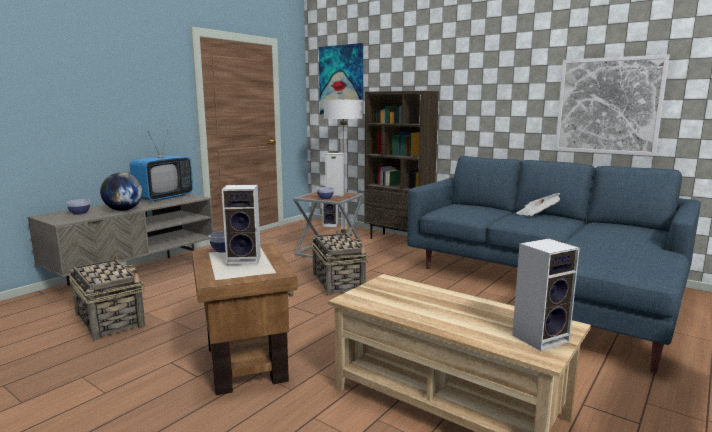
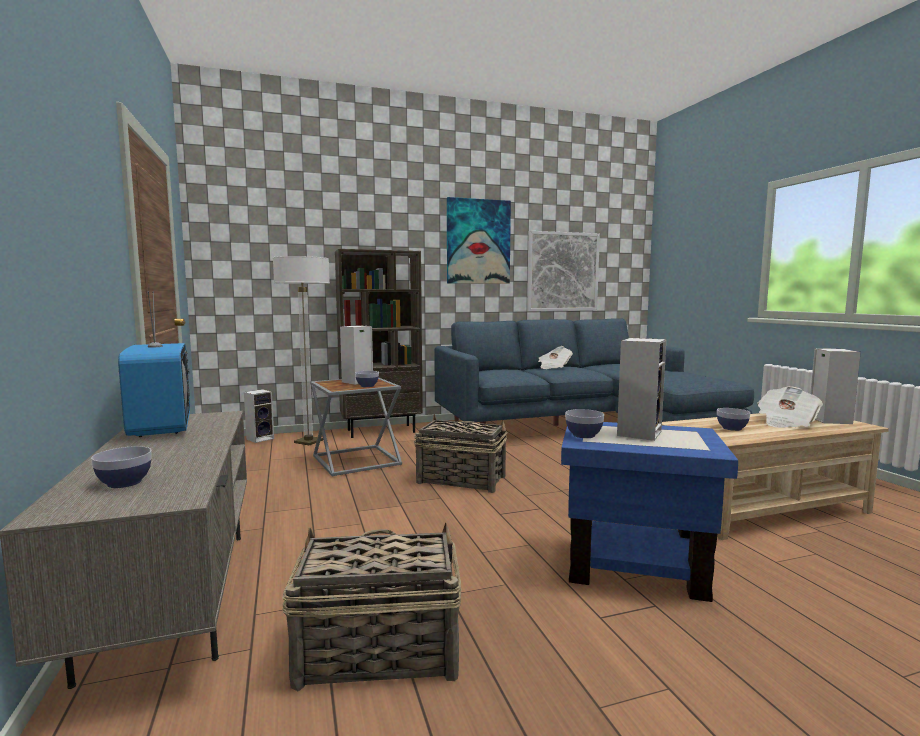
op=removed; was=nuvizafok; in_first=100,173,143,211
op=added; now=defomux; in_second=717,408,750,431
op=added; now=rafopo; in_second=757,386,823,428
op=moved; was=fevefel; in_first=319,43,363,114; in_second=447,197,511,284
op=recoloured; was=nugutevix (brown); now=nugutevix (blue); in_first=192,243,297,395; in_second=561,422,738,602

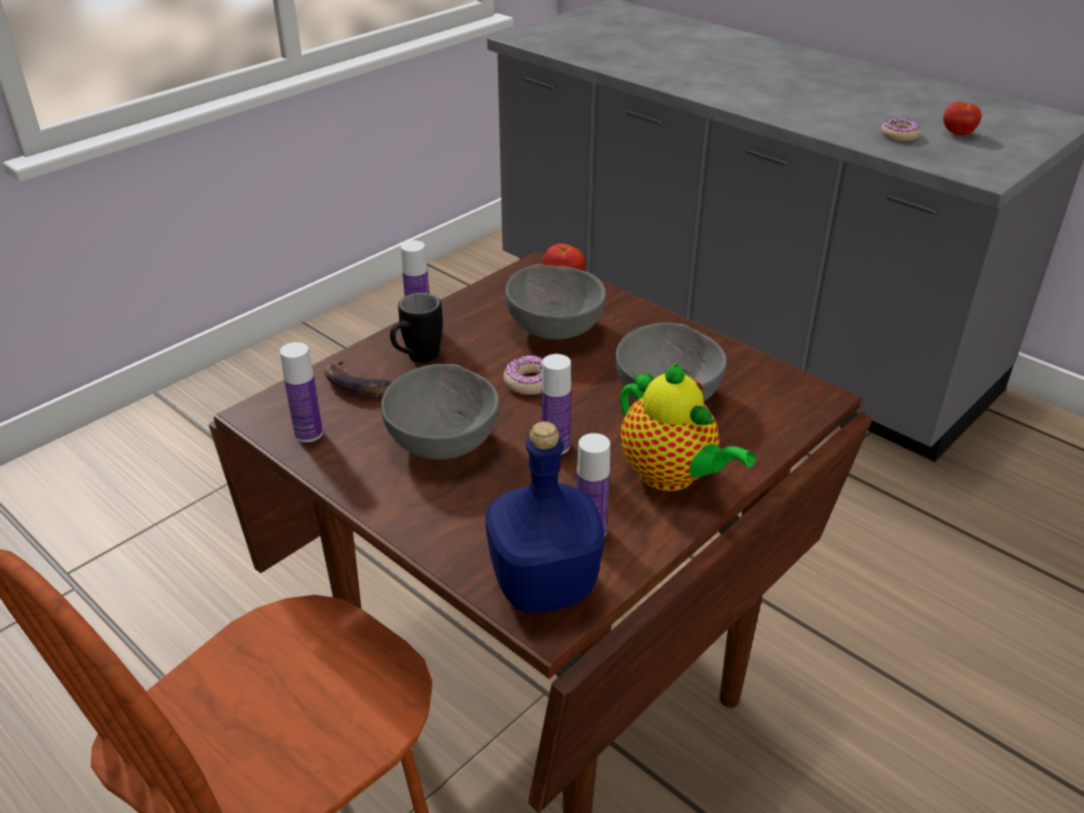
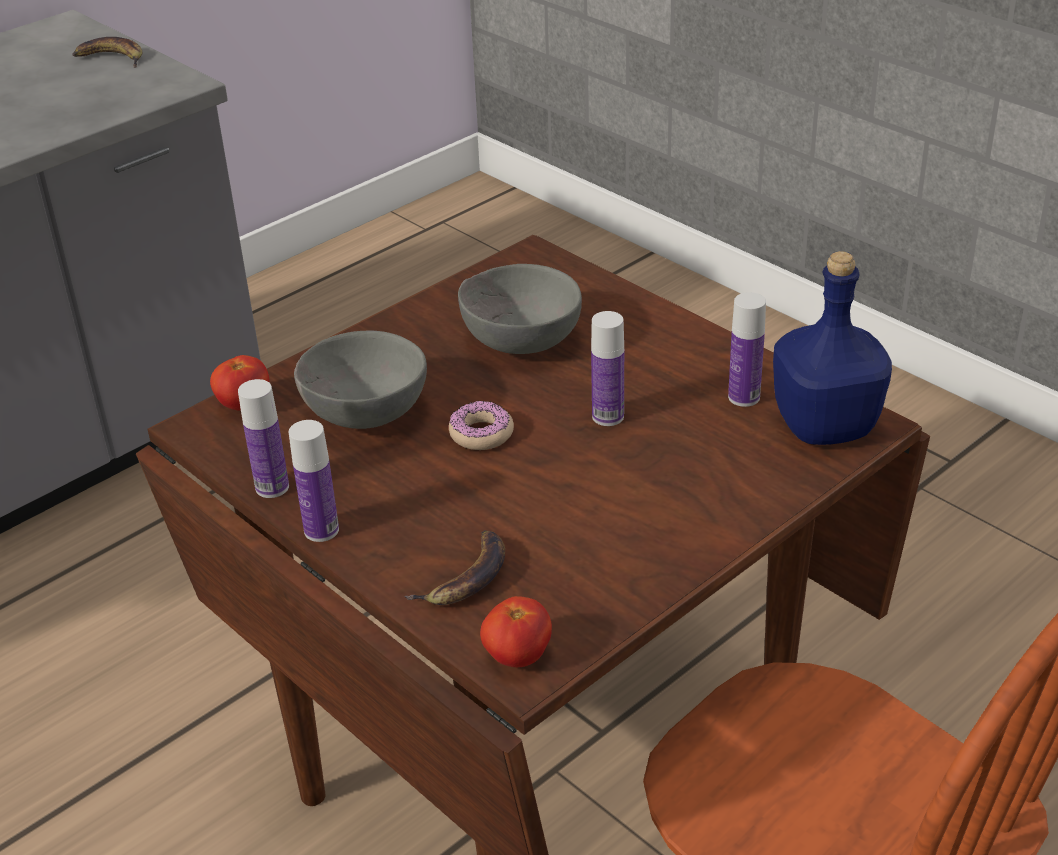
op=removed; was=defomux (grey); in_first=381,364,499,460
op=removed; was=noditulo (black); in_first=390,293,443,363
op=removed; was=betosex; in_first=620,363,756,491
op=removed; was=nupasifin; in_first=881,118,921,141
op=added; now=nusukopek; in_second=73,37,142,68
op=moved; was=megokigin; in_first=280,342,323,442; in_second=238,379,289,498
op=moved; was=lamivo; in_first=943,102,981,135; in_second=480,596,552,667

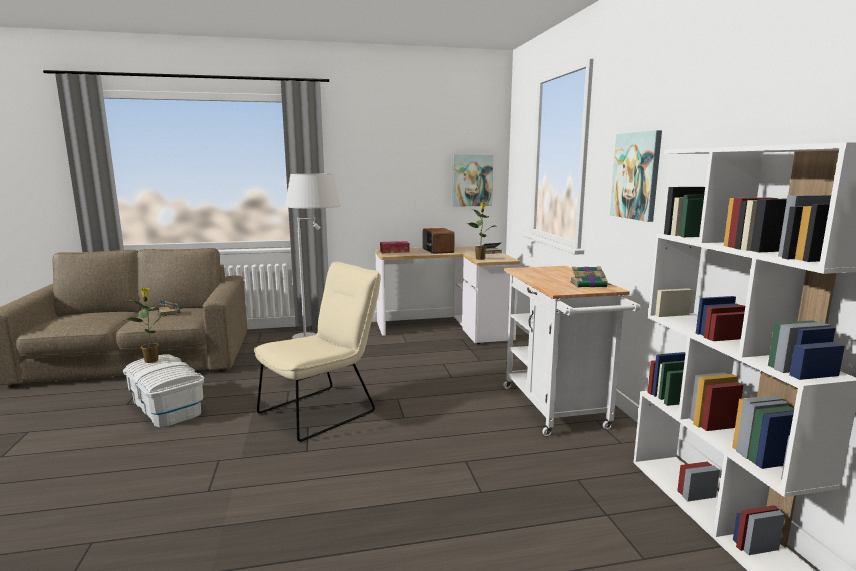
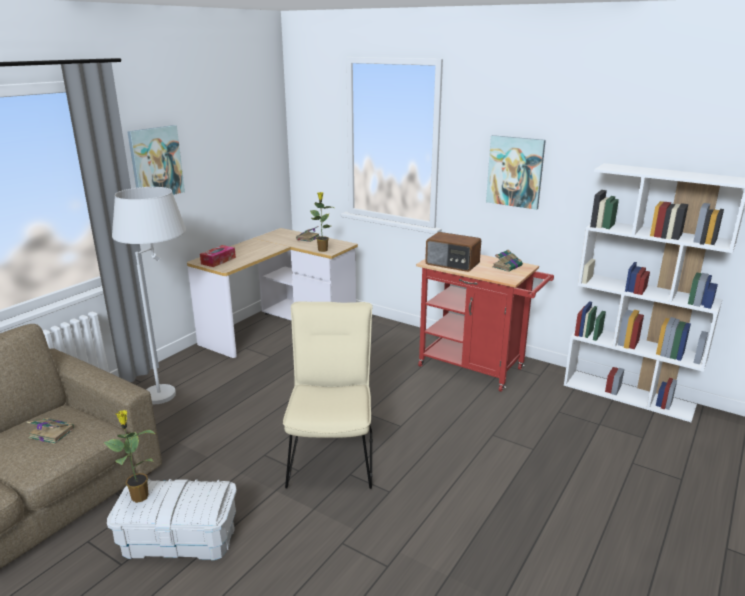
op=moved; was=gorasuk; in_first=423,228,455,254; in_second=425,232,481,272
op=moved; was=fevefel; in_first=452,154,493,207; in_second=128,125,185,195
op=recoloured; was=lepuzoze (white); now=lepuzoze (red); in_first=503,266,641,436; in_second=416,254,554,392

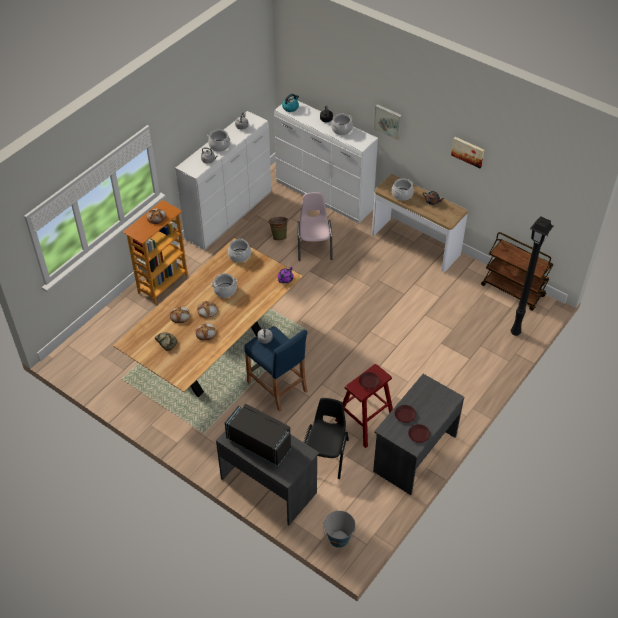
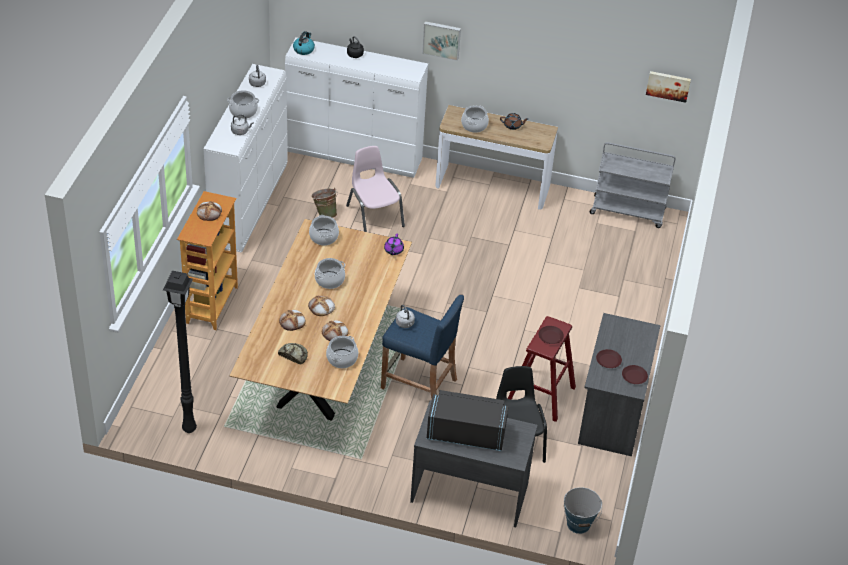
op=moved; was=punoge; in_first=331,114,353,135; in_second=326,336,358,368
op=moved; was=fevefel; in_first=451,137,484,168; in_second=646,71,691,103
op=moved; was=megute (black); in_first=511,216,553,336; in_second=163,271,197,433
op=recoloured; was=lepuzoze (brown); now=lepuzoze (grey); in_first=481,232,553,311; in_second=589,142,675,228

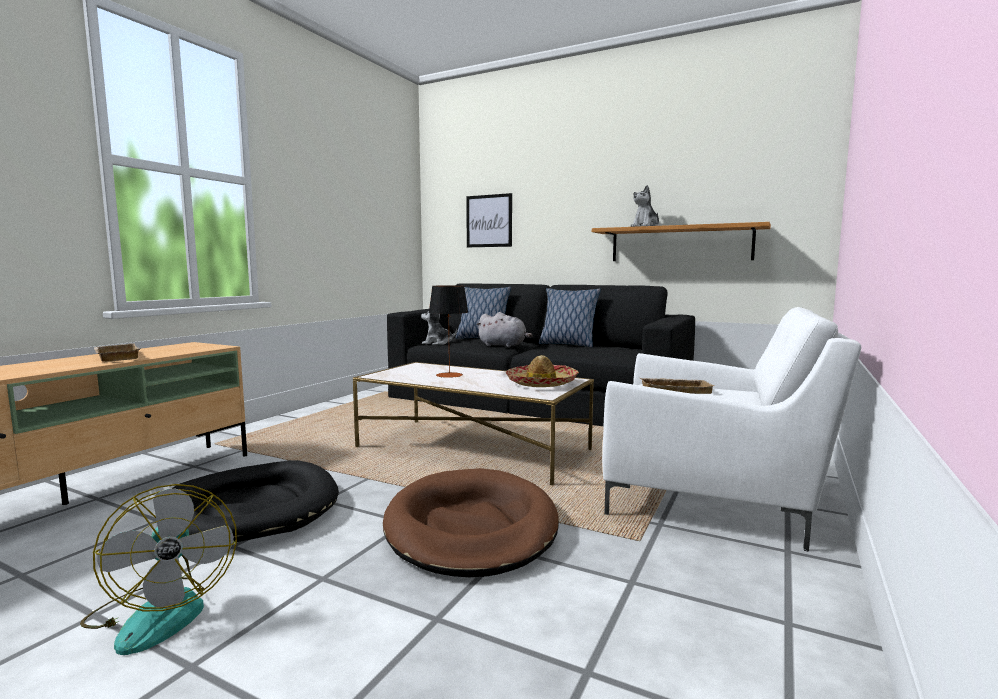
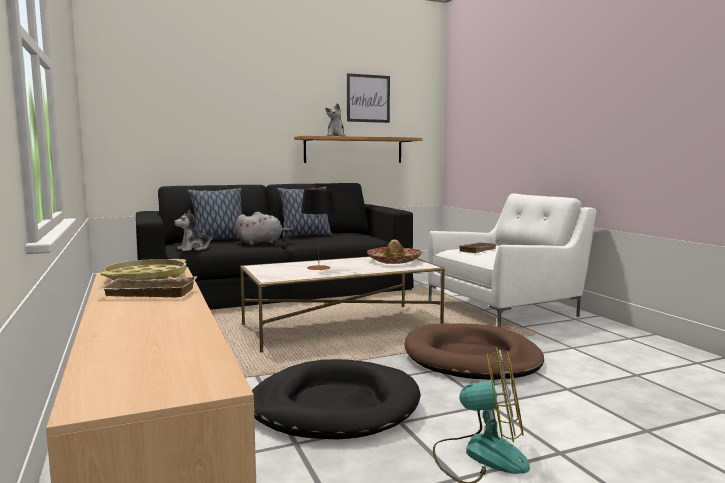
op=added; now=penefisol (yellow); in_second=101,259,187,281
op=moved; was=fevefel; in_first=466,193,512,247; in_second=347,73,390,123

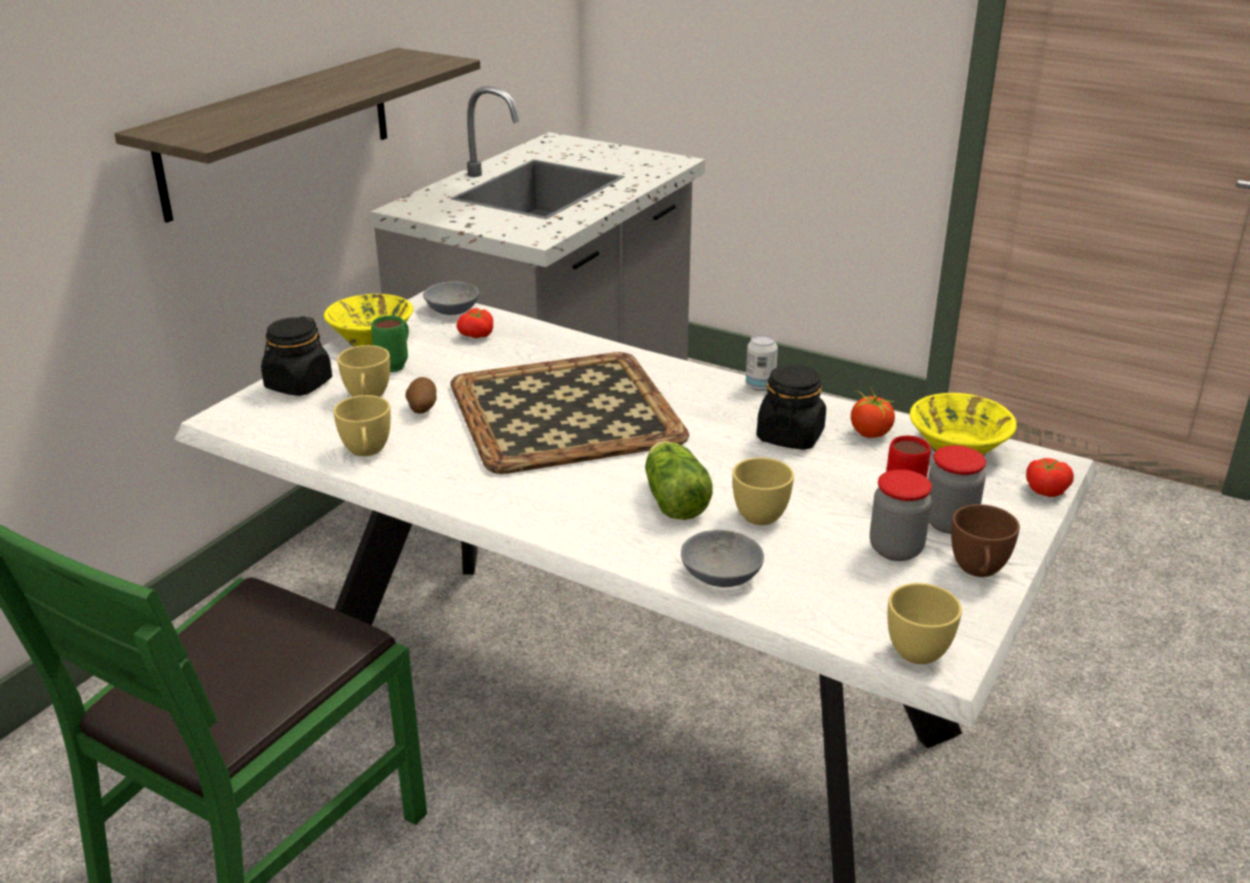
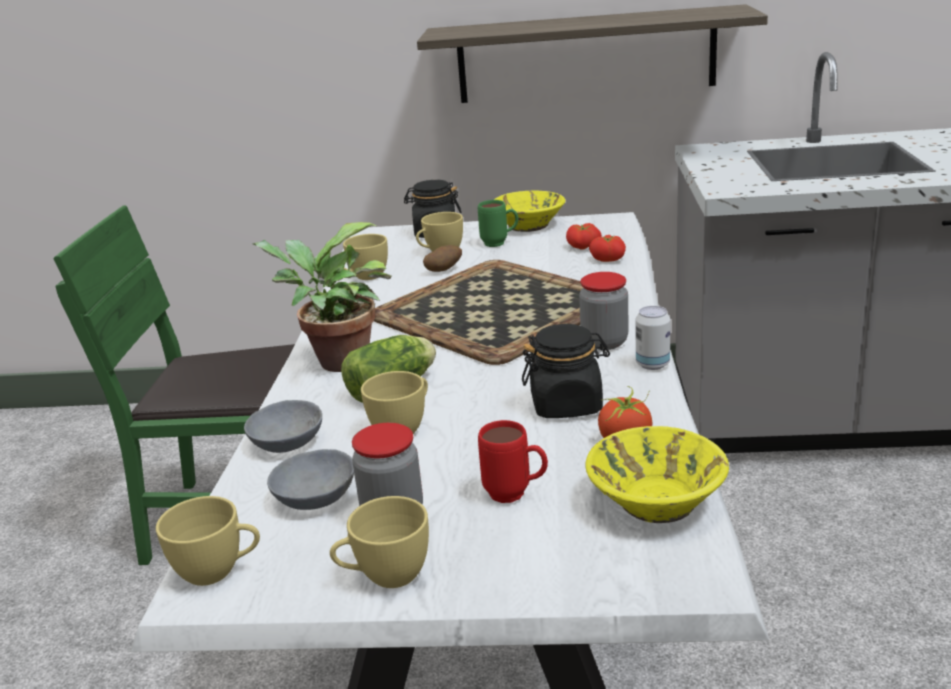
op=added; now=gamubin; in_second=252,222,392,372
op=moved; was=defomux (grey); in_first=423,281,479,315; in_second=267,449,354,510
op=moved; was=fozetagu; in_first=928,445,986,534; in_second=579,272,629,350
op=moved; was=lamivo; in_first=1026,458,1074,497; in_second=589,235,626,262
op=recoloured; was=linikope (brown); now=linikope (yellow); in_first=951,504,1020,577; in_second=330,496,429,588

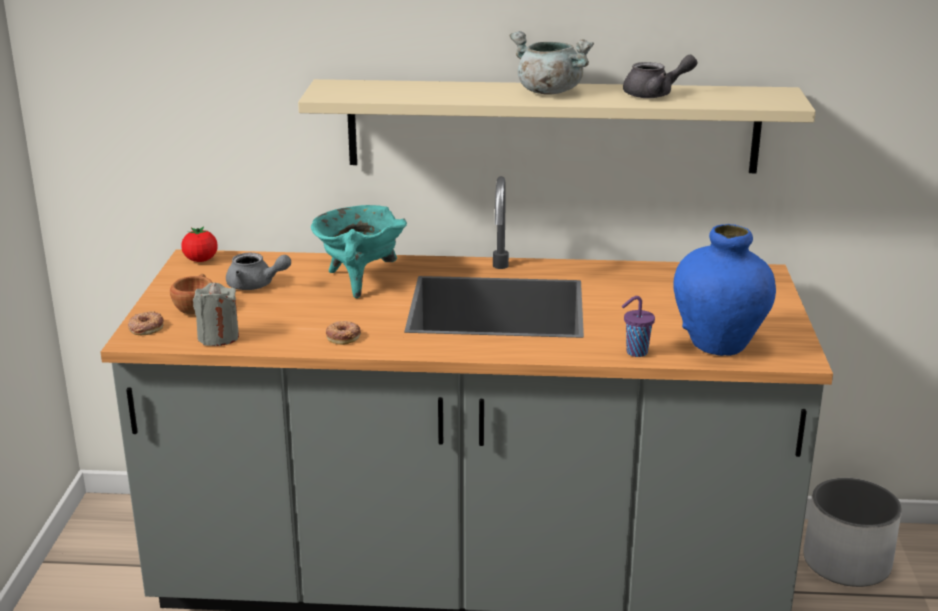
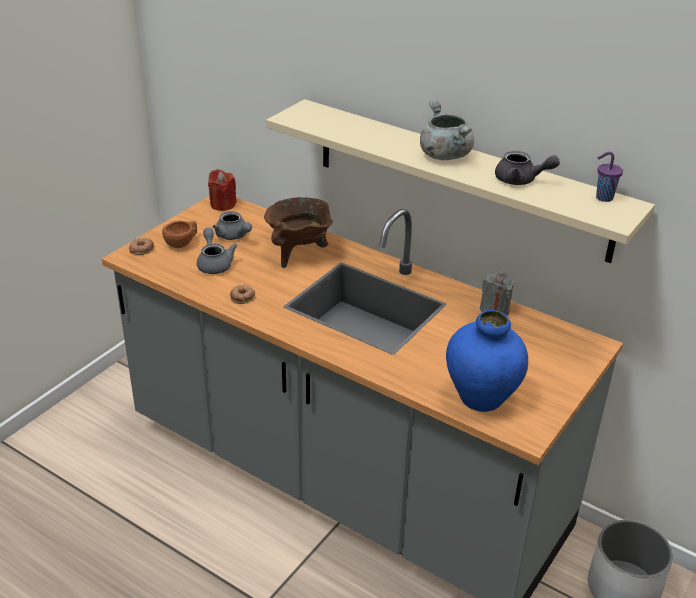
op=added; now=betosex (grey); in_second=197,228,237,274
op=moved; was=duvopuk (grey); in_first=193,282,239,346; in_second=480,271,515,316
op=moved; was=linikope (purple); in_first=622,296,655,357; in_second=596,152,623,202
op=replaced; was=lamivo; now=duvopuk (red); in_first=182,226,218,262; in_second=208,169,237,211
op=recoloured; was=punoge (turquoise); now=punoge (brown); in_first=311,205,407,298; in_second=264,197,333,268

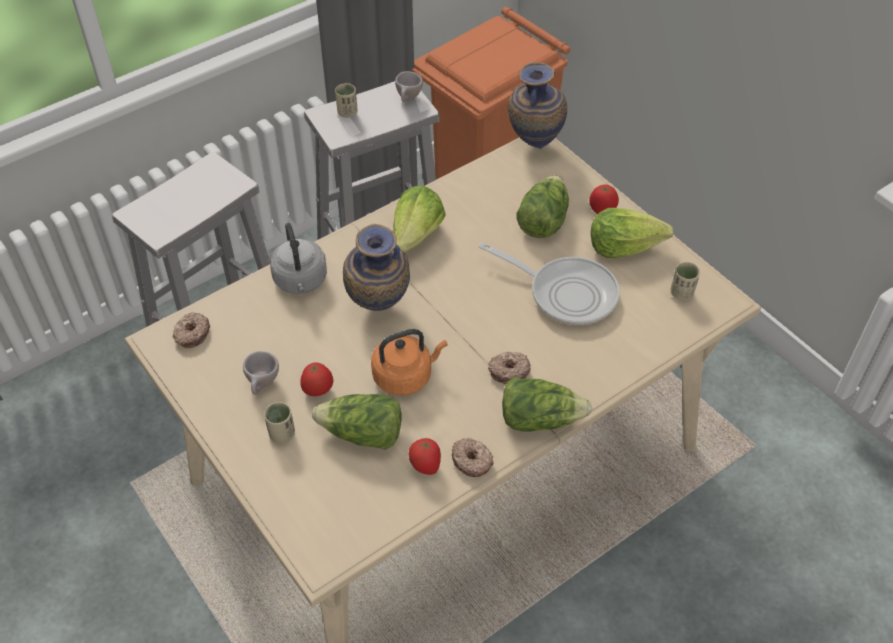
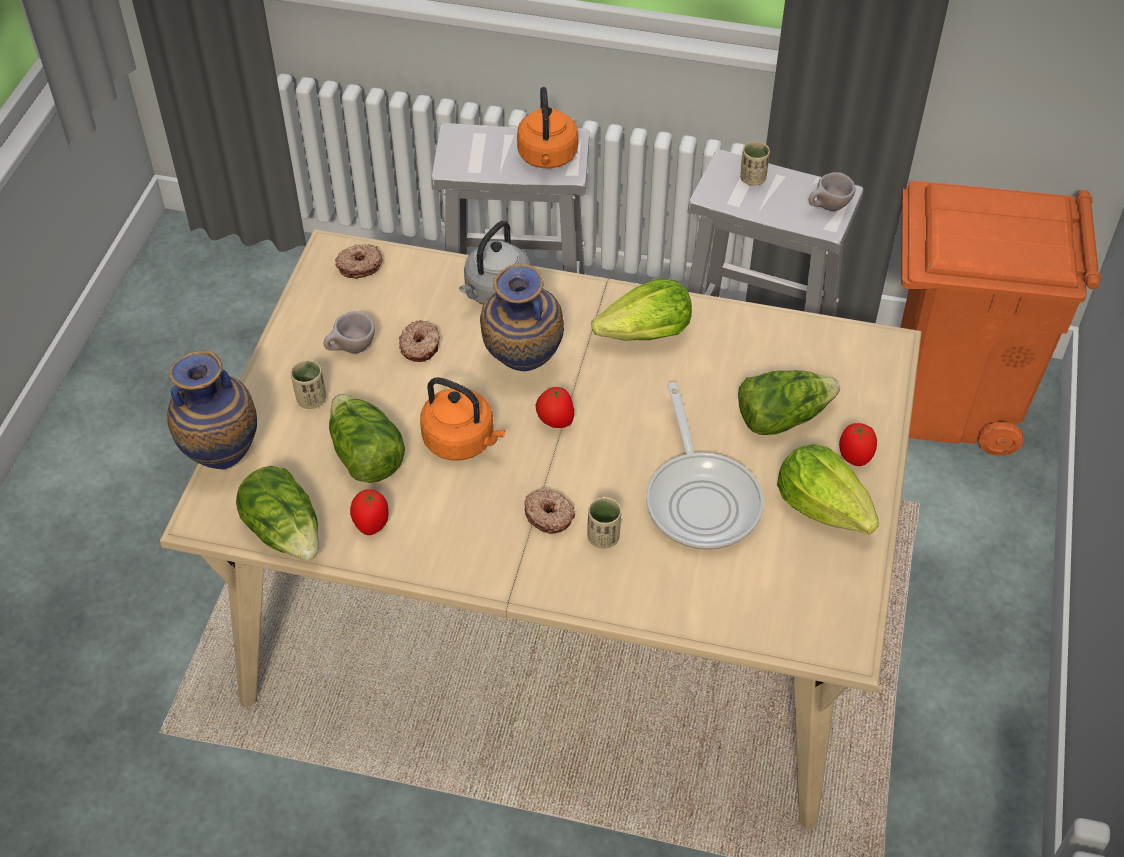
op=added; now=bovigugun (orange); in_second=517,87,578,169
op=moved; was=lamivo; in_first=300,363,333,396; in_second=536,387,574,428
op=moved; was=nupasifin; in_first=452,438,494,477; in_second=399,320,440,362
op=moved; was=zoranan; in_first=502,377,592,431; in_second=236,466,319,560
op=moved; was=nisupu; in_first=508,62,567,149; in_second=167,351,257,470
op=moved; was=linikope (beige); in_first=670,262,700,300; in_second=587,497,621,549

